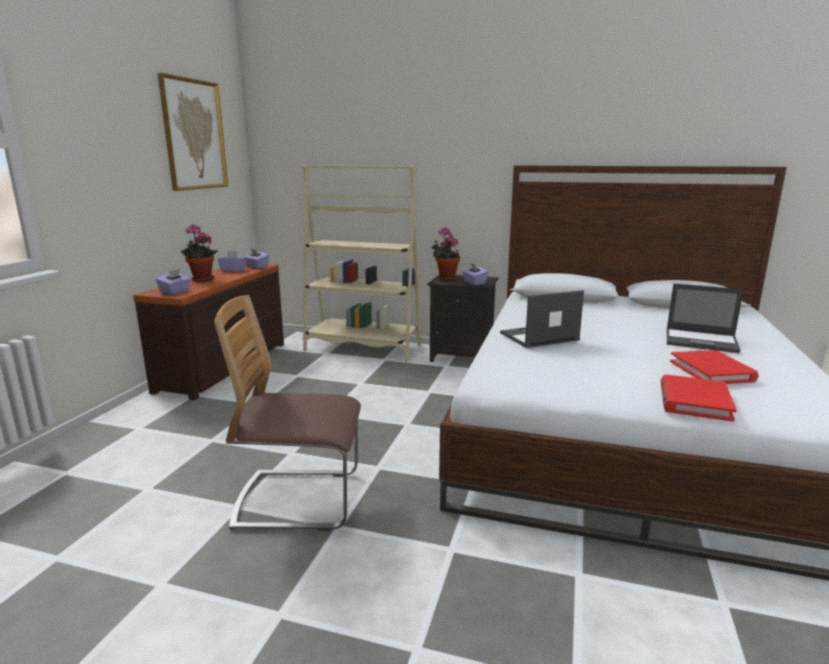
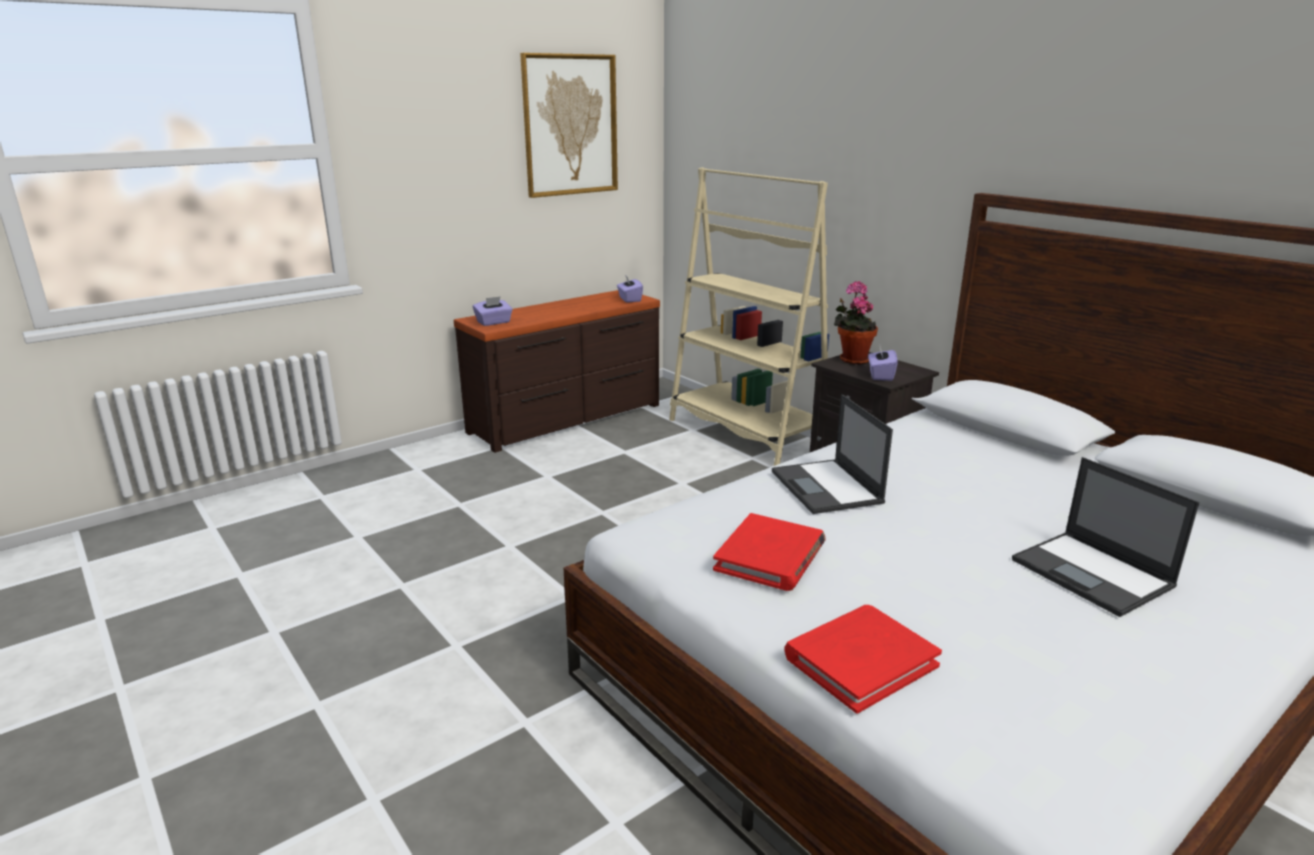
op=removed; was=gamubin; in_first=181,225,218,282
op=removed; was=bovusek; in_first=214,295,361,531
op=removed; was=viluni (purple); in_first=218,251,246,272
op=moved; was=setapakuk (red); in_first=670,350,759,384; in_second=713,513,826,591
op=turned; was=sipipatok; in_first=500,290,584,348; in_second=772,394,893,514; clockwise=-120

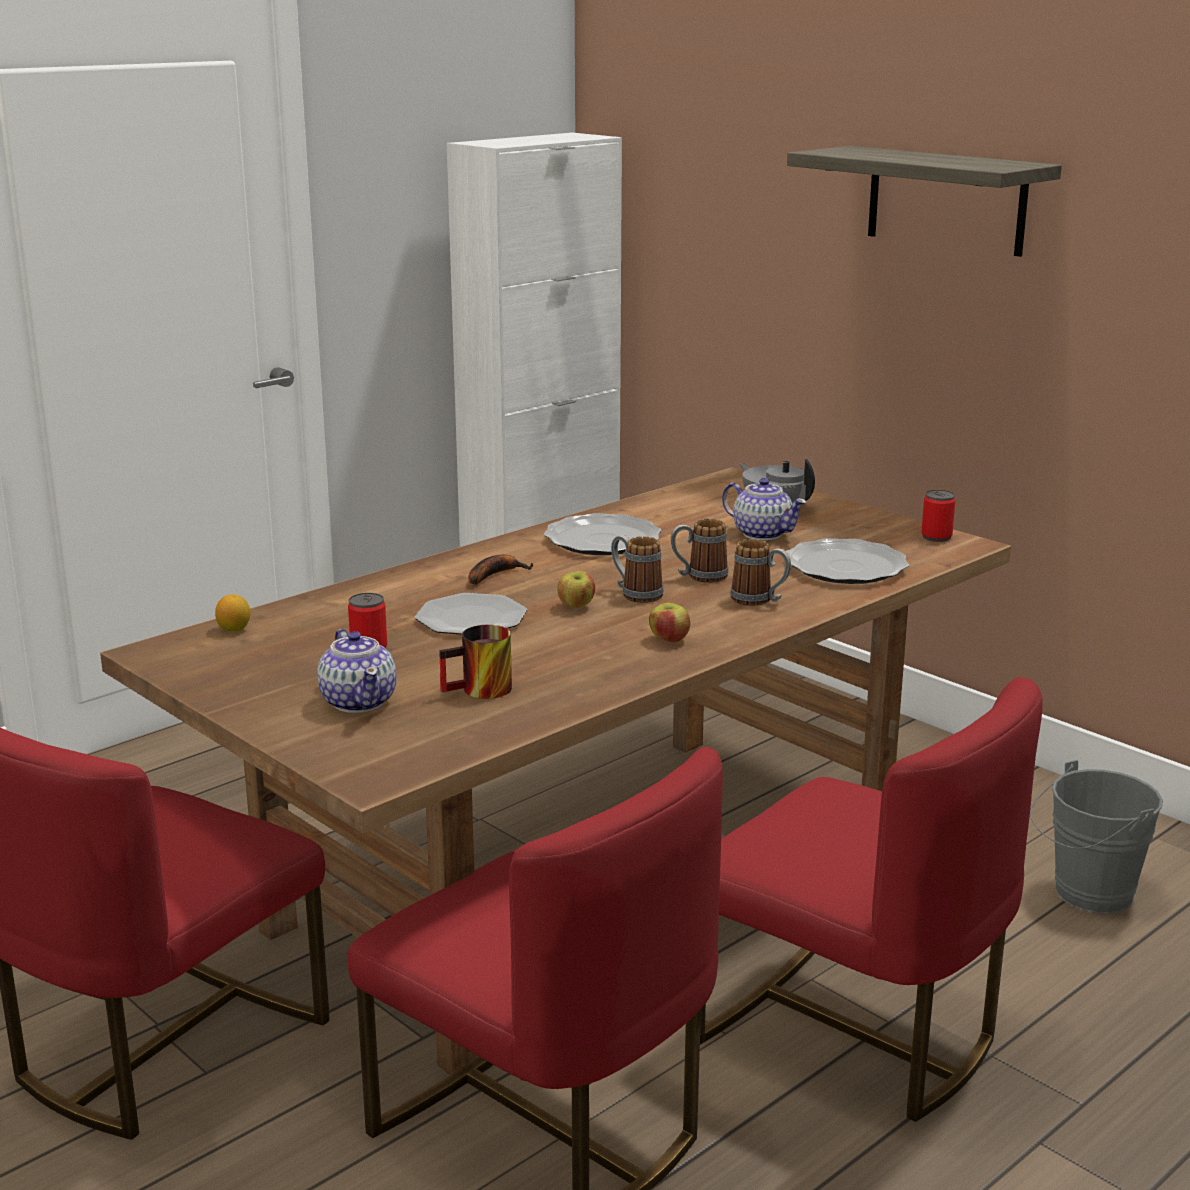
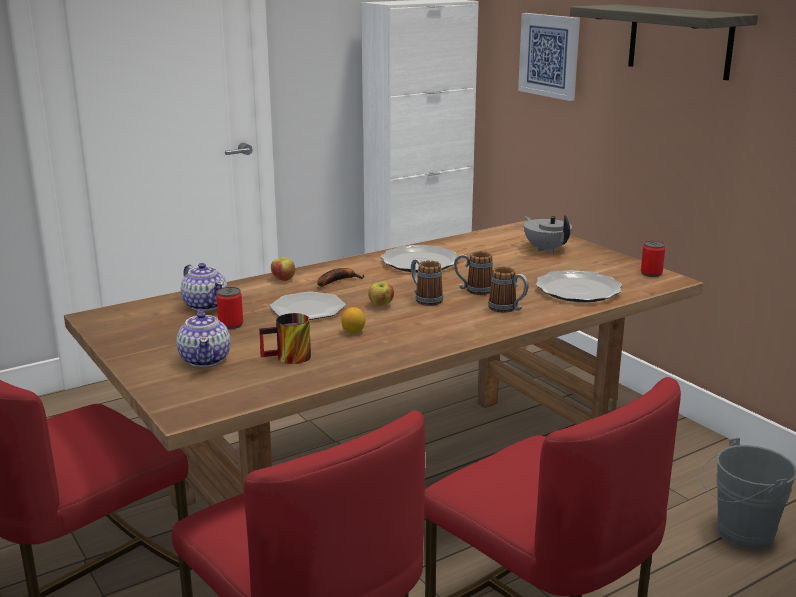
op=added; now=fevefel; in_second=518,13,580,101
op=moved; was=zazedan; in_first=215,594,250,631; in_second=341,307,366,333
op=moved; was=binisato; in_first=649,603,690,642; in_second=271,257,295,281
op=moved; was=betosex; in_first=722,478,807,540; in_second=181,263,227,311

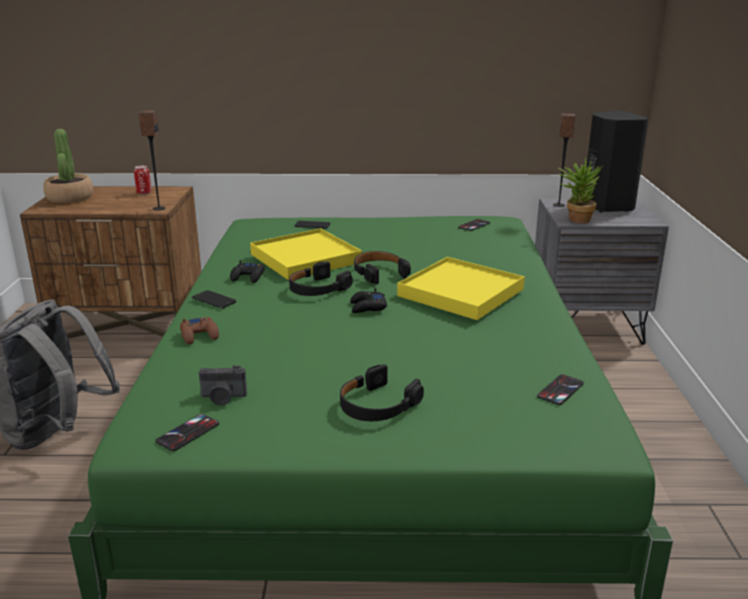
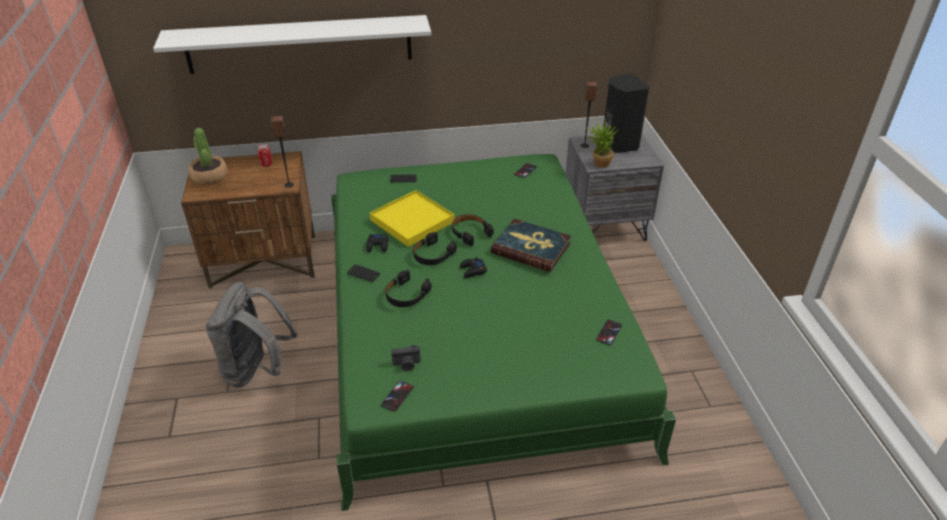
op=removed; was=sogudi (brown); in_first=180,317,219,345
op=added; now=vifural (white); in_second=153,15,431,74
op=moved; was=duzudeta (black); in_first=340,364,424,421; in_second=385,270,432,307
op=replaced; was=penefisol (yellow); now=setapakuk; in_first=397,257,525,320; in_second=491,219,571,272

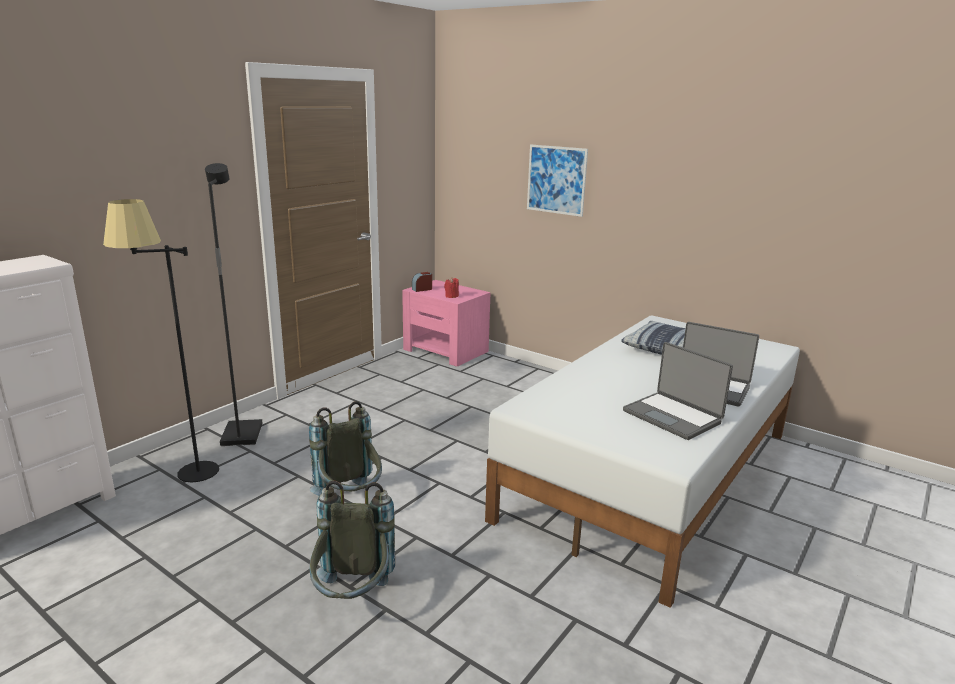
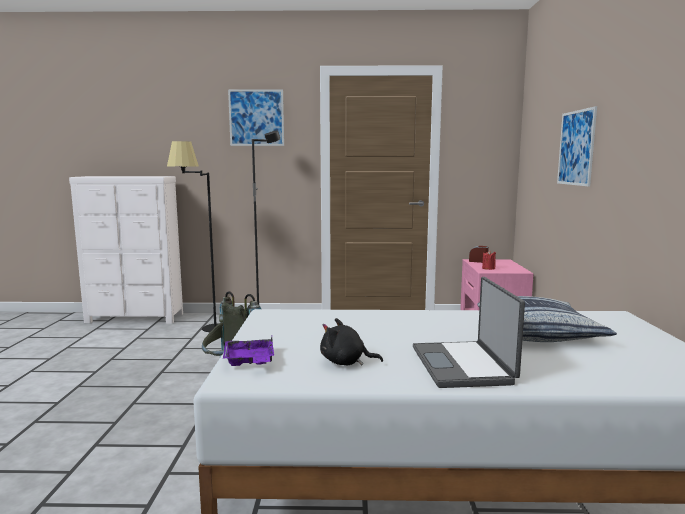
op=removed; was=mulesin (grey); in_first=309,480,395,599
op=added; now=penefisol (purple); in_second=223,336,274,366
op=added; now=fevefel; in_second=228,89,284,146
op=replaced; was=sipipatok; now=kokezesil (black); in_first=623,342,733,440; in_second=320,318,383,365

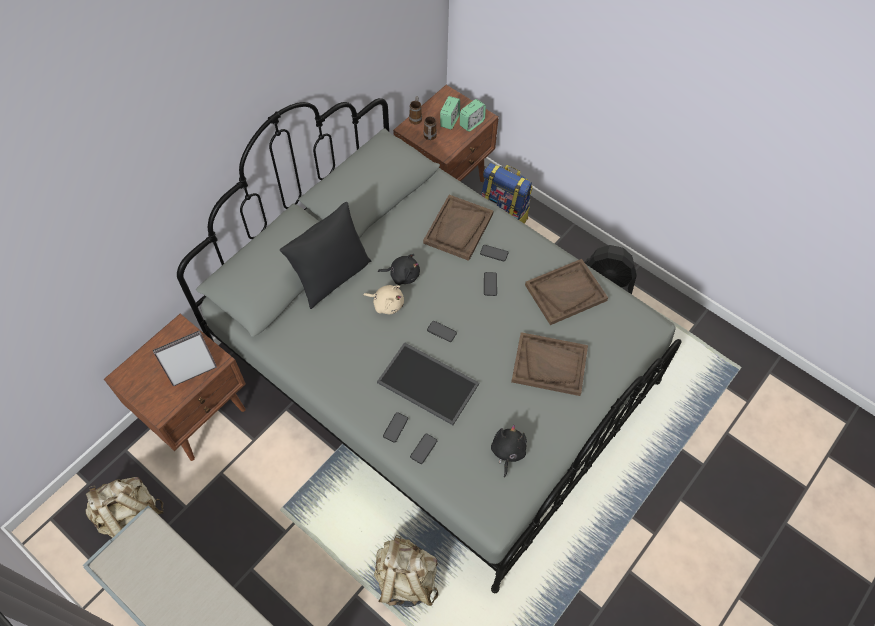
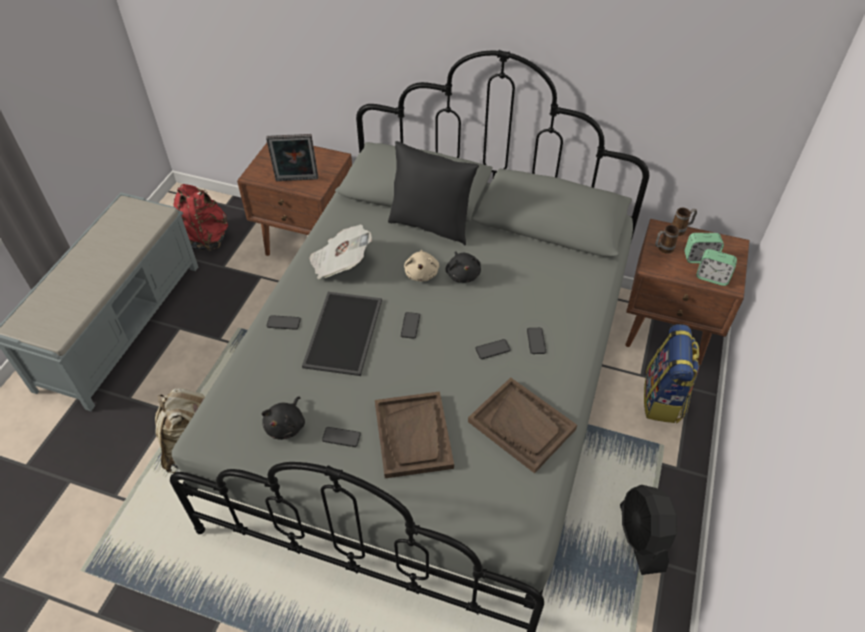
op=removed; was=penefisol (brown); in_first=423,195,493,261
op=added; now=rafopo; in_second=309,225,372,279
op=moved; was=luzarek; in_first=410,434,437,464; in_second=322,427,361,447
op=recoloured; was=mulesin (beige); now=mulesin (red); in_first=86,477,164,538; in_second=173,184,228,252
op=turned; was=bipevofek; in_first=153,330,217,386; in_second=266,134,318,181; clockwise=135
op=turned; was=kokezesil (black); in_first=491,425,527,478; in_second=262,397,305,440; clockwise=120

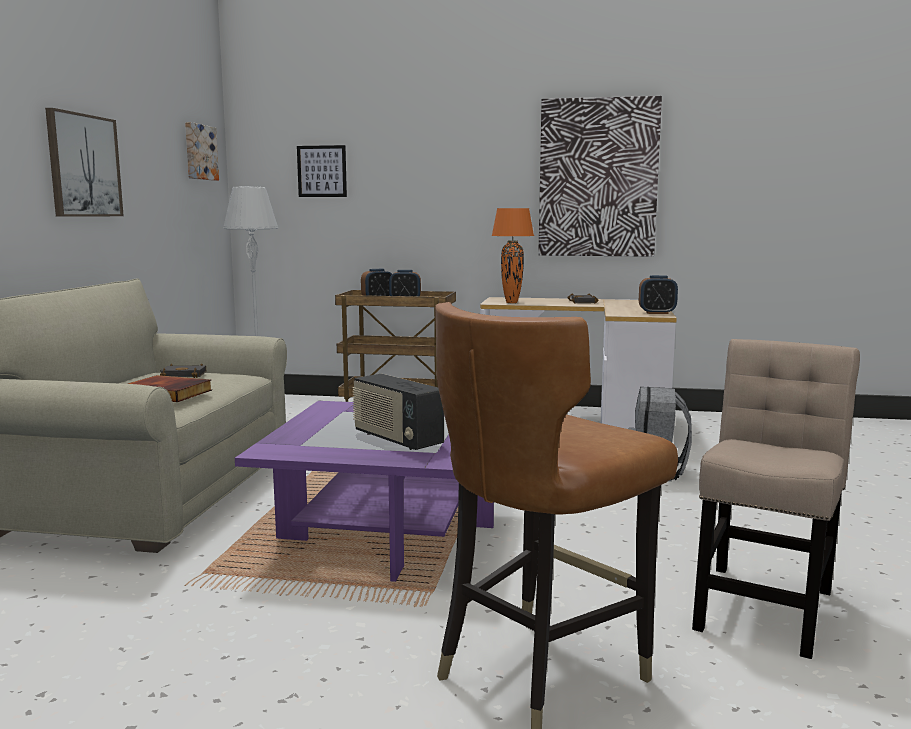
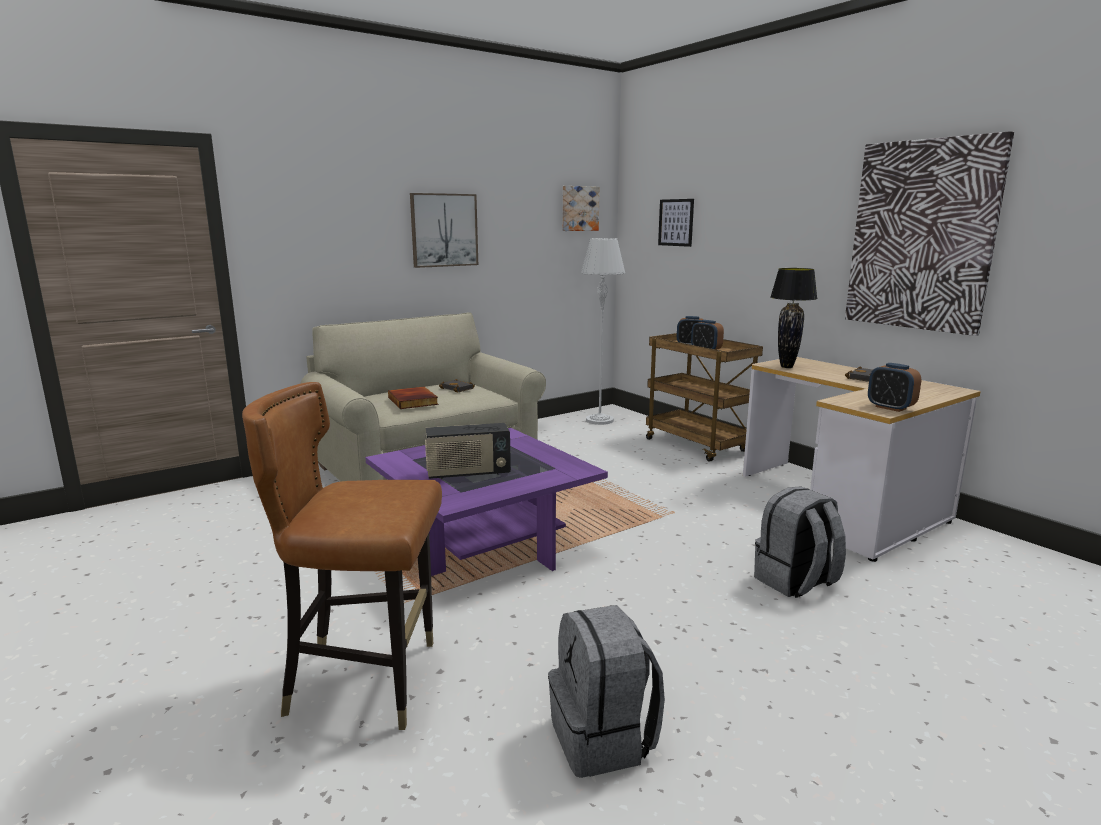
op=replaced; was=bovusek (beige); now=mulesin (grey); in_first=692,339,860,659; in_second=548,605,665,778
op=recoloured; was=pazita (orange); now=pazita (black); in_first=492,208,534,303; in_second=770,268,818,368
op=turned; was=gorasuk; in_first=352,374,444,450; in_second=425,423,511,479; clockwise=-105

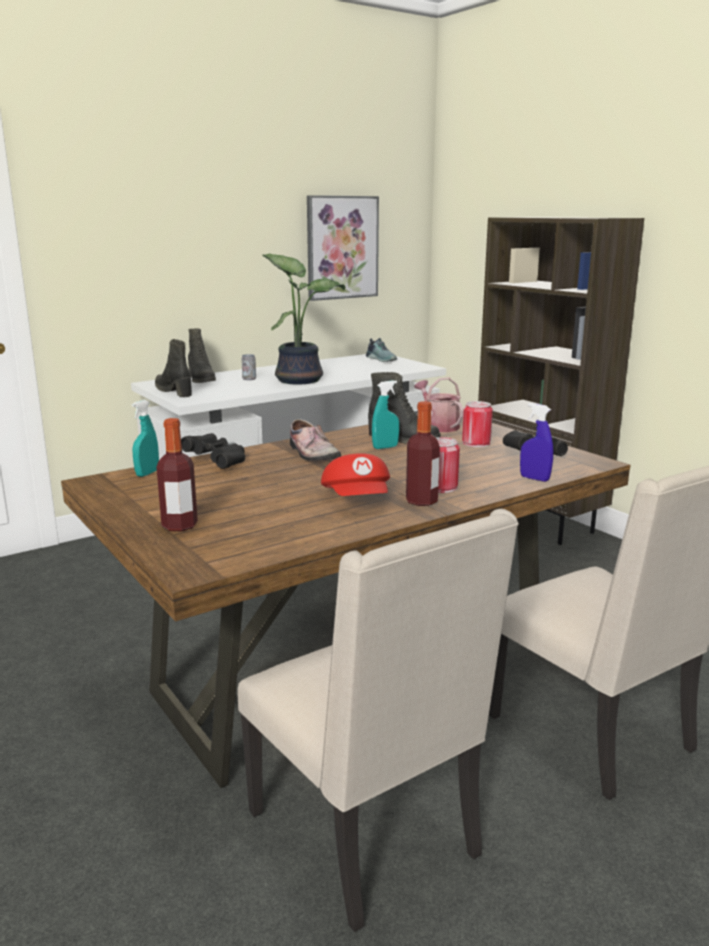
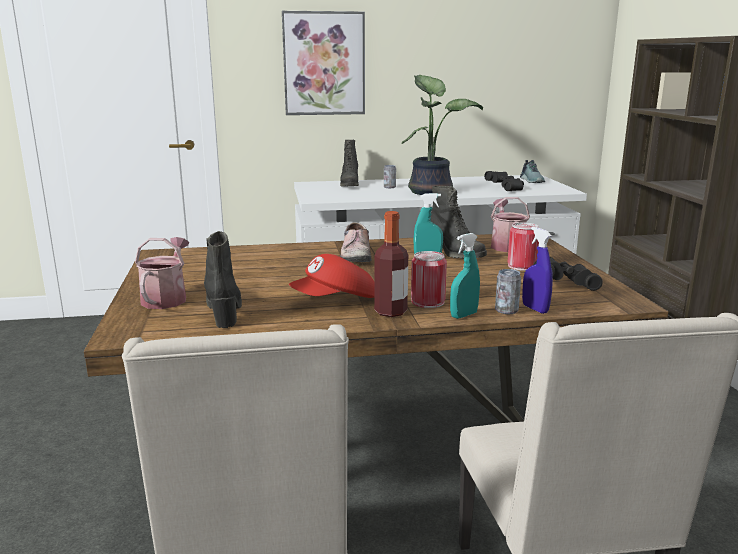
op=added; now=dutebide; in_second=495,269,521,314
op=moved; was=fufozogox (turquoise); in_first=131,400,159,477; in_second=450,233,480,319
op=moved; was=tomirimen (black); in_first=155,339,192,397; in_second=204,231,242,328
op=moved; was=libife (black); in_first=181,433,245,469; in_second=484,171,524,191
op=moved; was=fevefel; in_first=307,195,379,301; in_second=282,11,365,115
op=replaced; was=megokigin; now=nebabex; in_first=156,418,198,531; in_second=135,237,189,309
op=turned; was=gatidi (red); in_first=321,453,390,496; in_second=289,254,374,298; clockwise=45

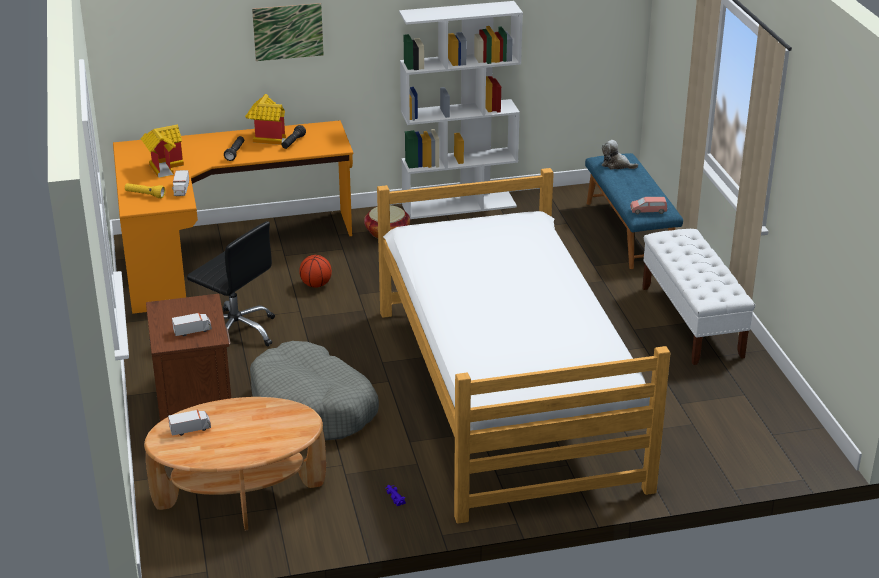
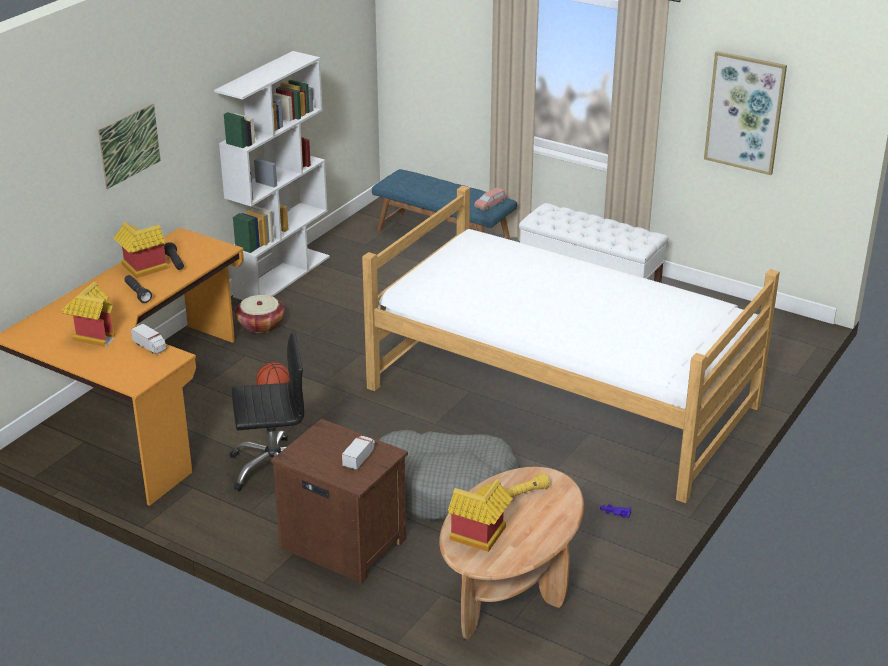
op=removed; was=kokezesil; in_first=602,140,638,169
op=added; now=fevefel; in_second=704,51,787,175
op=moved; was=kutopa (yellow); in_first=125,183,165,198; in_second=505,473,550,497
op=replaced; was=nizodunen; now=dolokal; in_first=168,410,211,436; in_second=448,479,513,552

